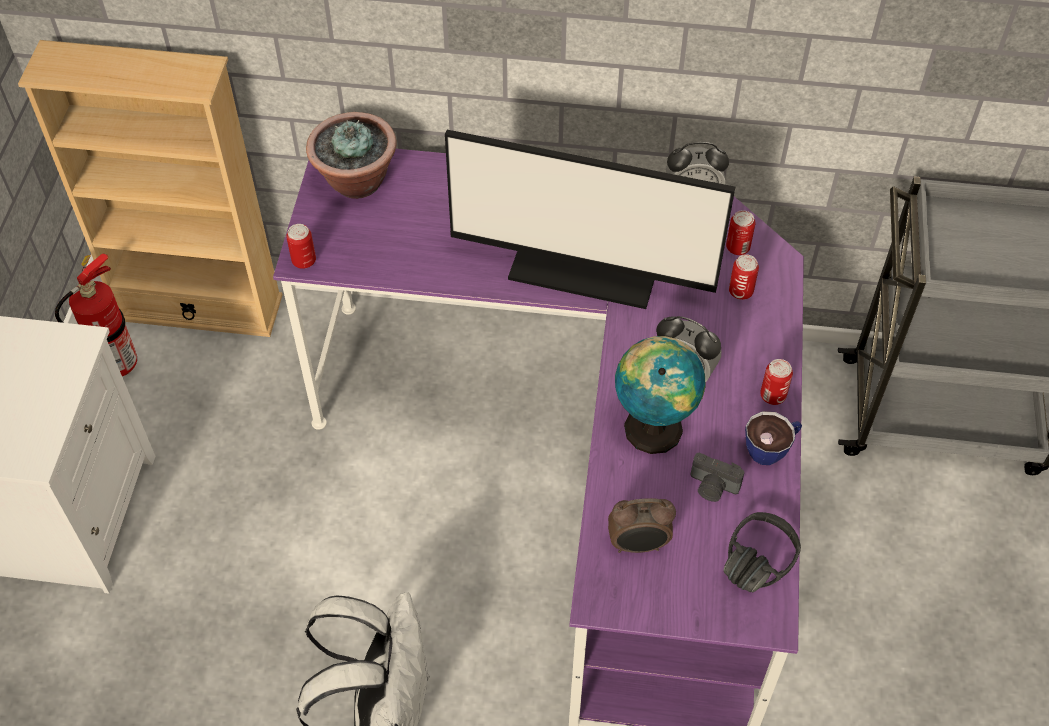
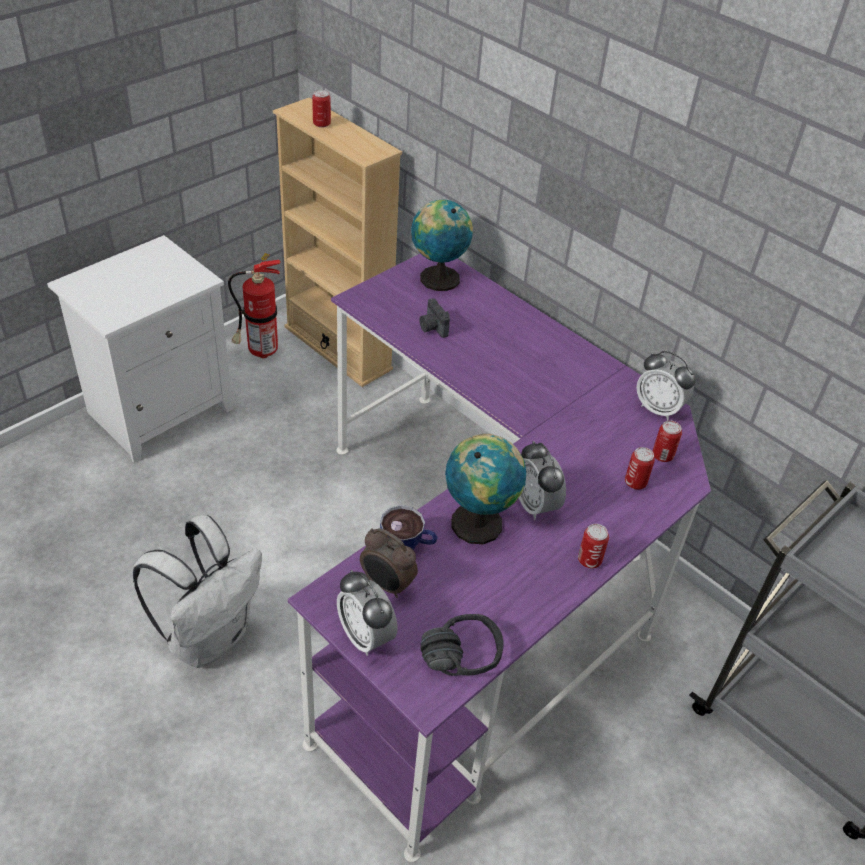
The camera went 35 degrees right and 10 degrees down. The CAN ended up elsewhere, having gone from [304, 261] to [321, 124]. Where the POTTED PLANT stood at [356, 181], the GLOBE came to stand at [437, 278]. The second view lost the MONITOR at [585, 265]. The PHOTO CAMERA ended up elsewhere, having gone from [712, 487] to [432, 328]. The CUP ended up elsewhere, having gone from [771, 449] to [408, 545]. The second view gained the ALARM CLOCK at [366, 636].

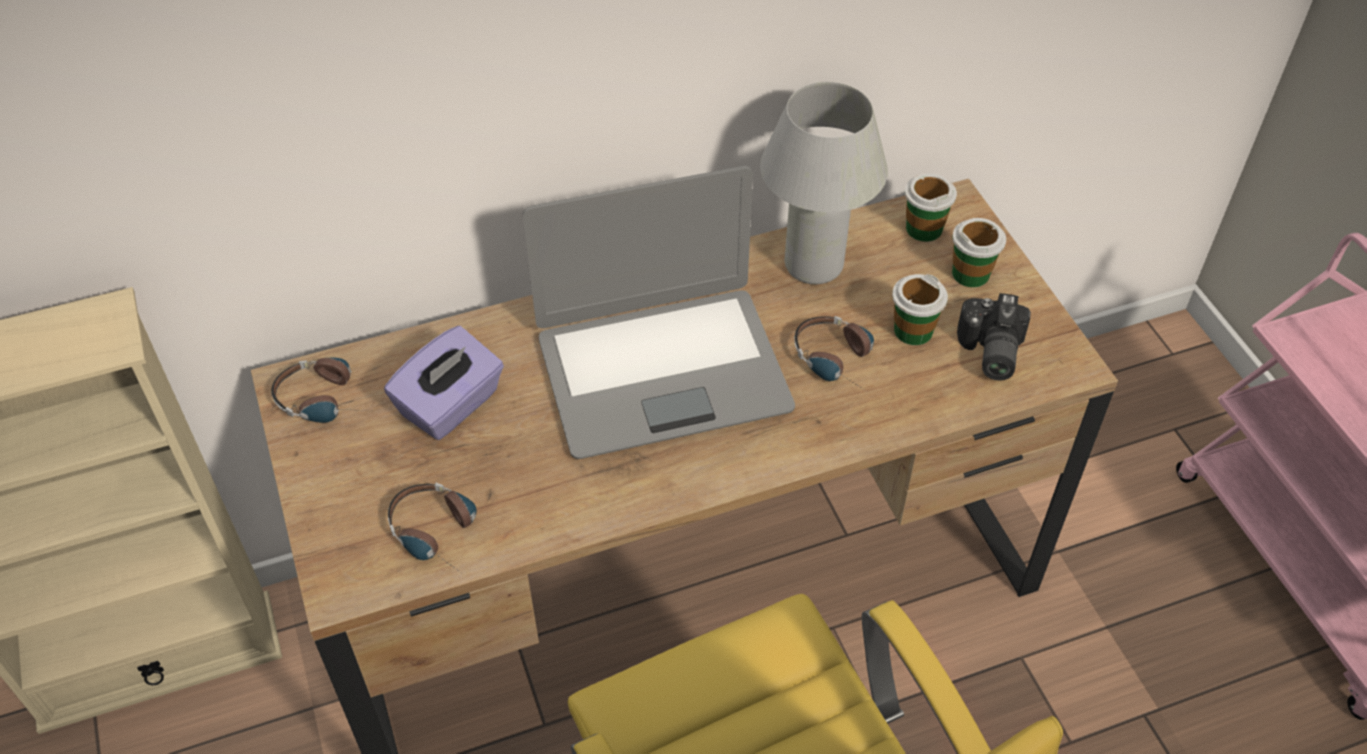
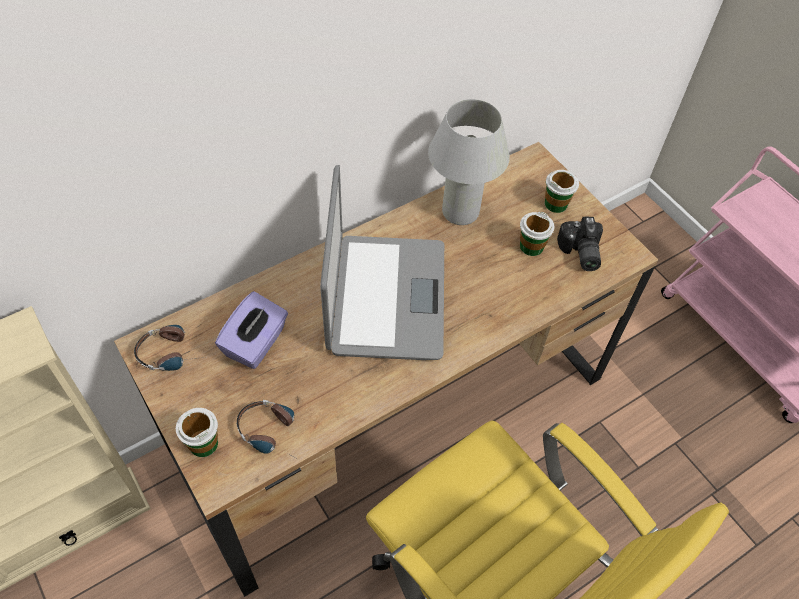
The camera went 15 degrees left and 5 degrees up. The LAPTOP at [662, 371] ended up facing another way, 60 degrees counterclockwise from before. The second view lost the HEADPHONES at [840, 361]. The CUP ended up elsewhere, having gone from [924, 228] to [203, 443].

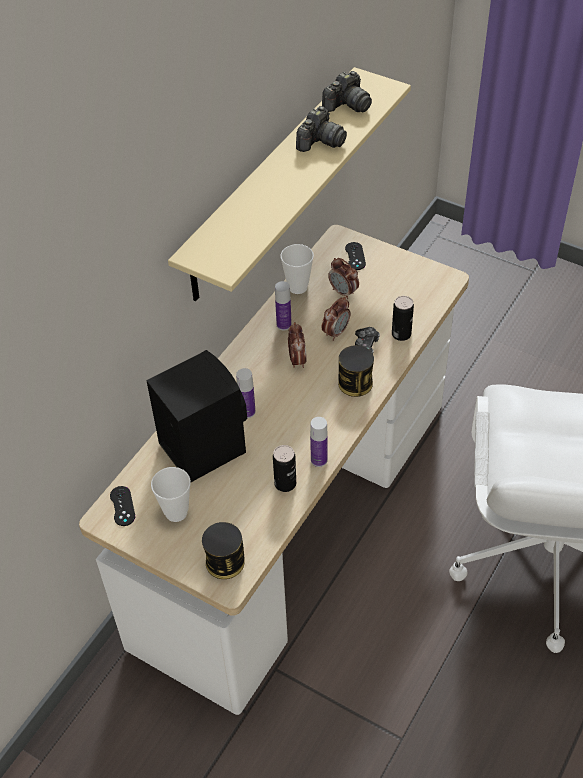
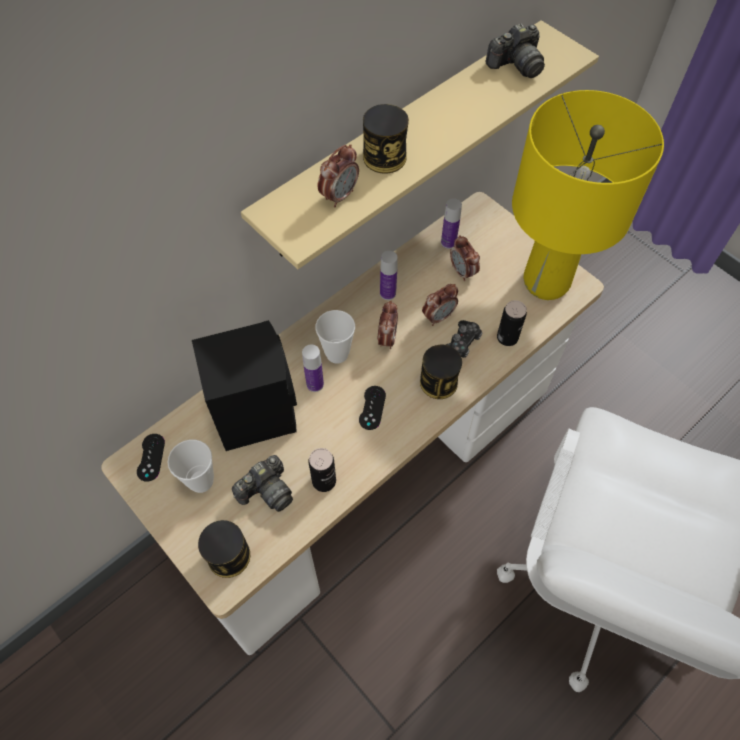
The camera went 15 degrees right and 10 degrees up. The CUP ended up elsewhere, having gone from [297, 287] to [337, 354]. The PHOTO CAMERA ended up elsewhere, having gone from [320, 142] to [266, 491]. The BOTTLE ended up elsewhere, having gone from [319, 460] to [448, 242]. The BLACK GAME CONTROLLER ended up elsewhere, having gone from [355, 256] to [372, 407]. The second view gained the ALARM CLOCK at [339, 196]. The second view gained the CAN at [384, 157]. The second view gained the YELLOW TABLE LAMP at [546, 281].

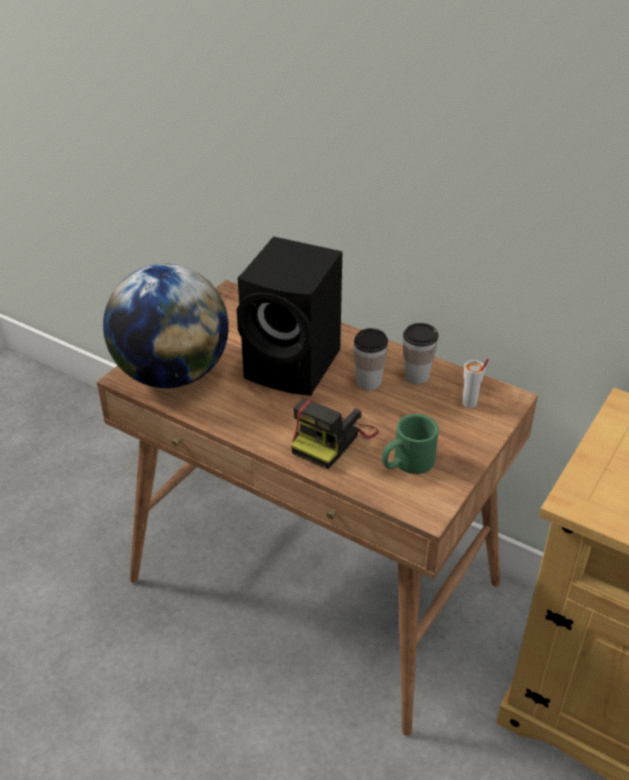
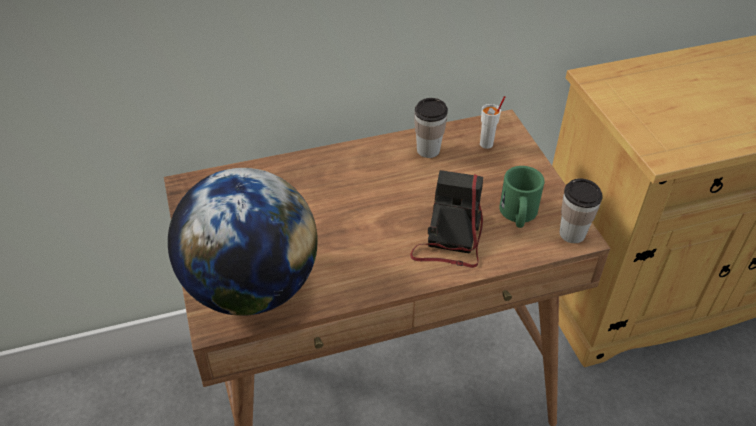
The camera went 50 degrees left and 5 degrees up. The second view lost the BLACK SPEAKER at [295, 366]. The PHOTO CAMERA at [332, 439] ended up facing another way, 150 degrees counterclockwise from before. The CUP ended up elsewhere, having gone from [369, 382] to [572, 233].

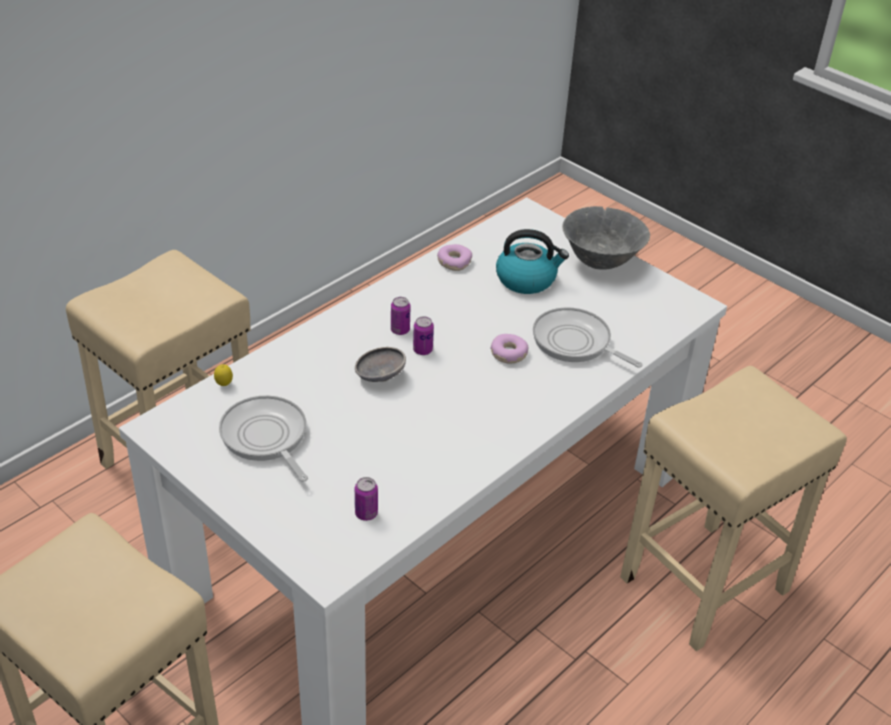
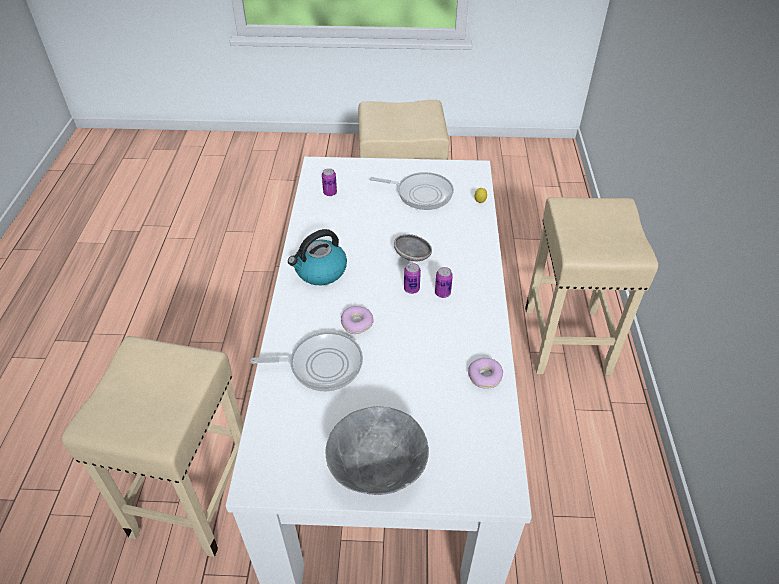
The camera went 140 degrees right and 5 degrees up. The KETTLE ended up elsewhere, having gone from [527, 279] to [320, 271].

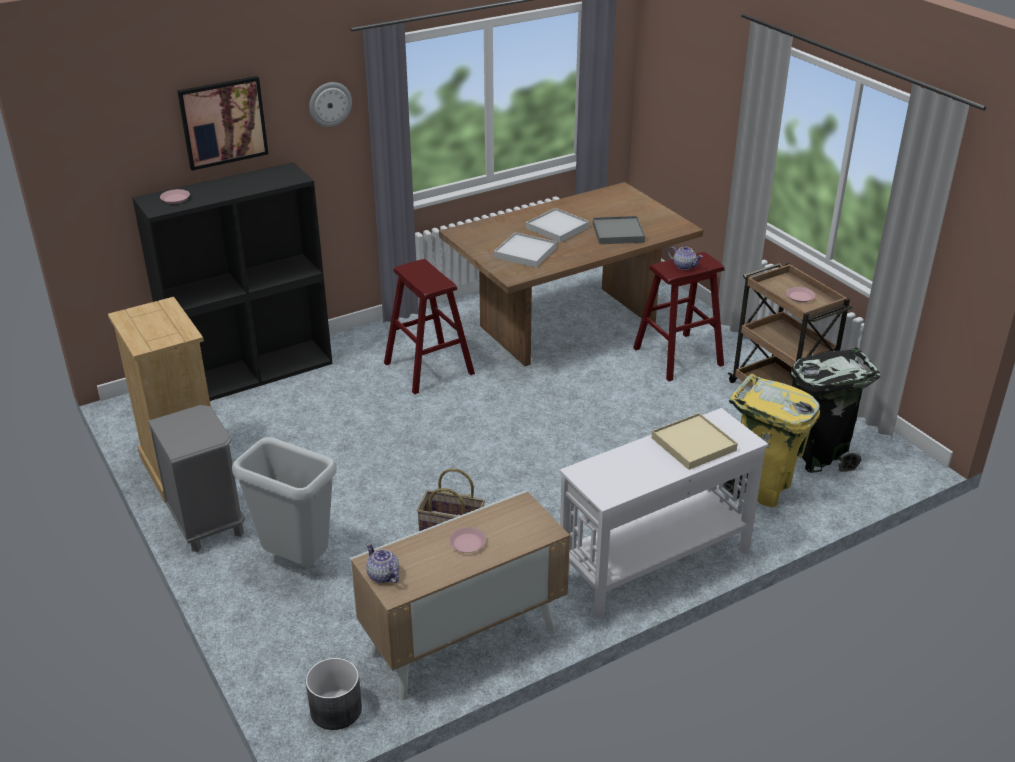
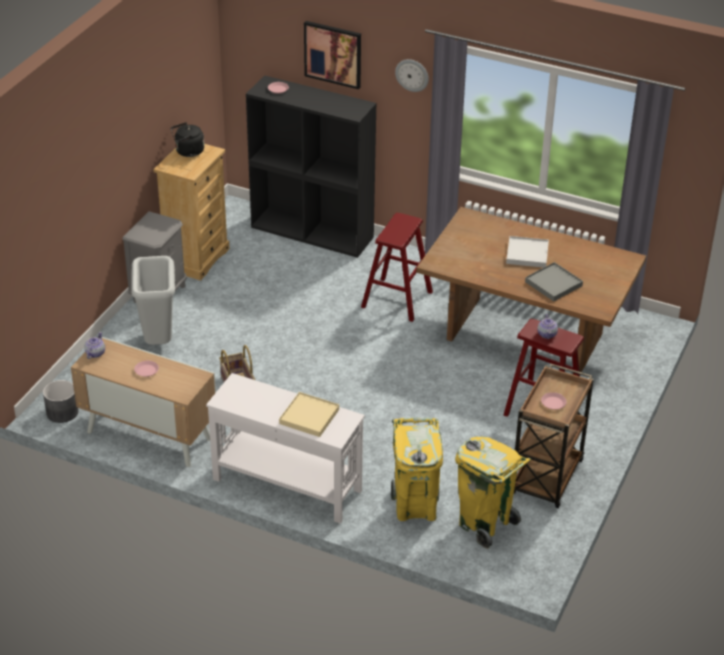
The camera went 55 degrees right and 5 degrees up. The second view lost the WHITE TRAY at [525, 252]. What was the BLACK TRASH CAN at [819, 456] turned into the YELLOW TRASH CAN at [485, 524]. The second view gained the BLACK KETTLE at [188, 152].

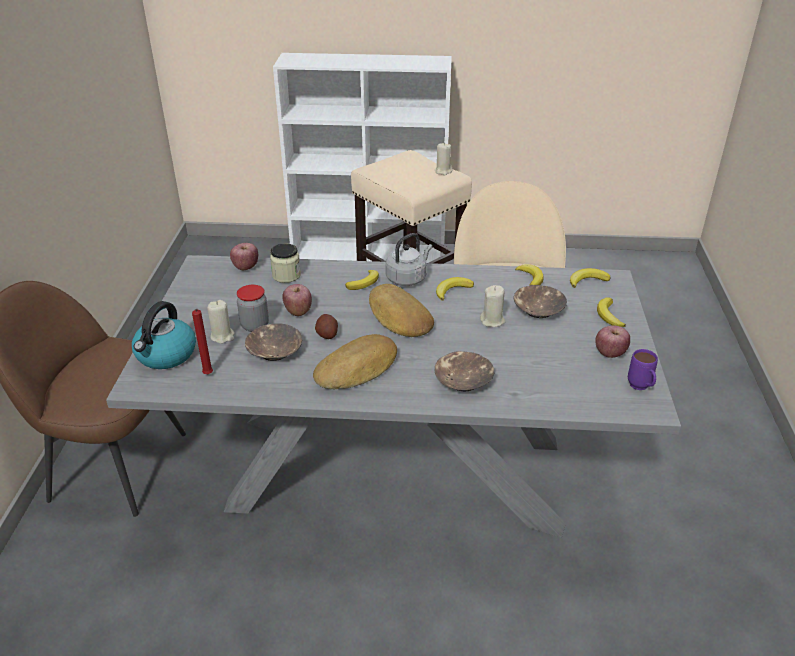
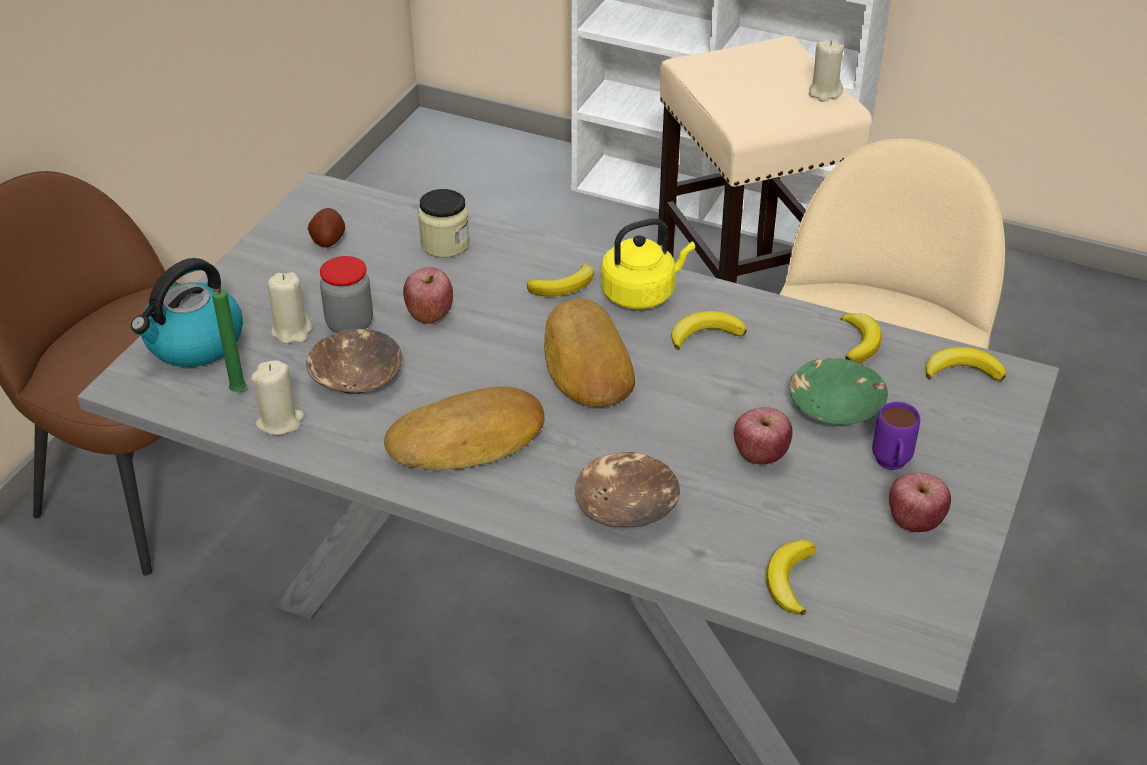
The camera went 20 degrees right and 5 degrees up. What was the RED CANDLE at [208, 375] turned into the GREEN CANDLE at [237, 393]. The APPLE ended up elsewhere, having gone from [246, 267] to [760, 455]. The POTATO ended up elsewhere, having gone from [327, 334] to [328, 240]. What was the GREY KETTLE at [407, 278] turned into the YELLOW KETTLE at [641, 293]. The BEIGE CANDLE ended up elsewhere, having gone from [492, 321] to [280, 421]. What was the BROWN BOWL at [538, 309] turned into the GREEN BOWL at [835, 406]. The BANANA ended up elsewhere, having gone from [608, 315] to [789, 580]. The PURPLE MUG ended up elsewhere, having gone from [641, 388] to [891, 466].

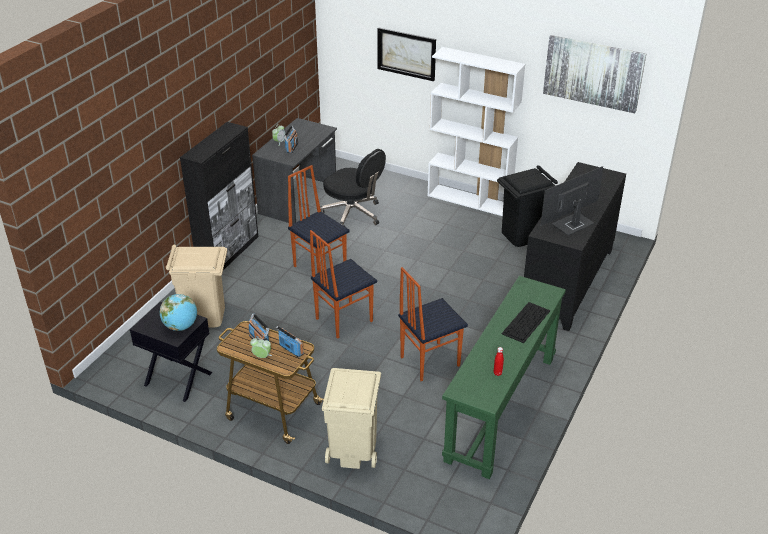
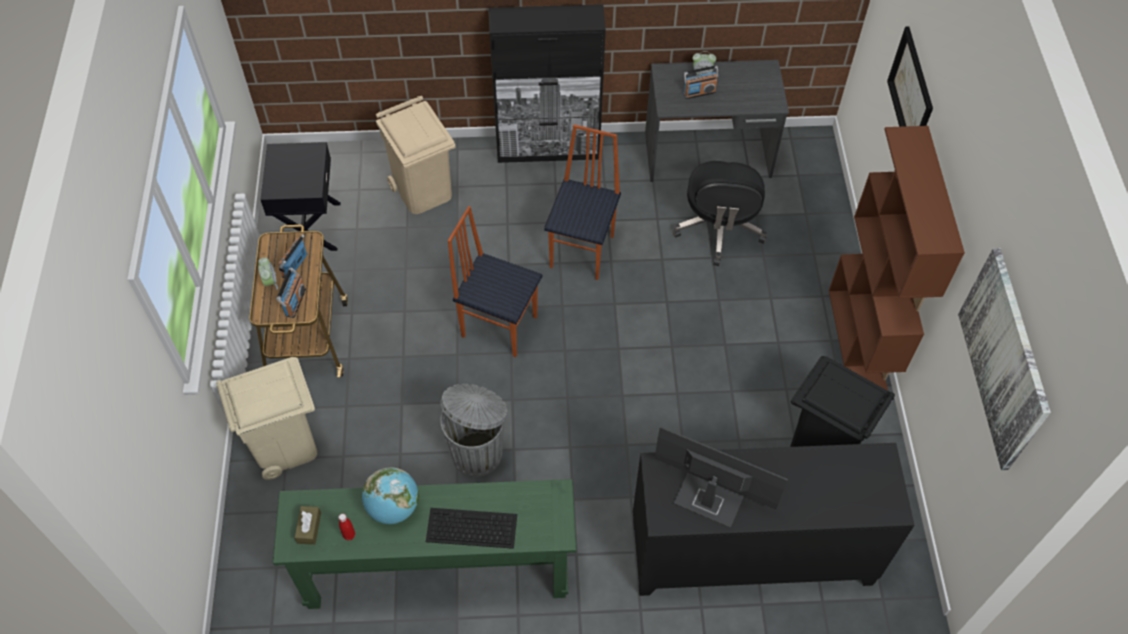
The camera went 60 degrees right and 20 degrees up. The GLOBE ended up elsewhere, having gone from [181, 326] to [393, 507]. Where the CHAIR stood at [429, 361], the GREY TRASH CAN came to stand at [478, 452]. What was the WHITE BOOKCASE at [469, 200] turned into the BROWN BOOKCASE at [859, 345]. The second view gained the BROWN TISSUE BOX at [309, 528].

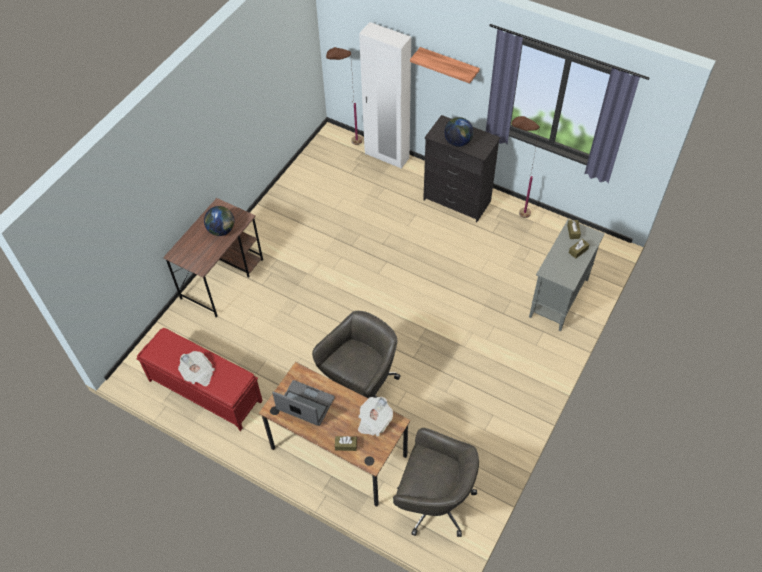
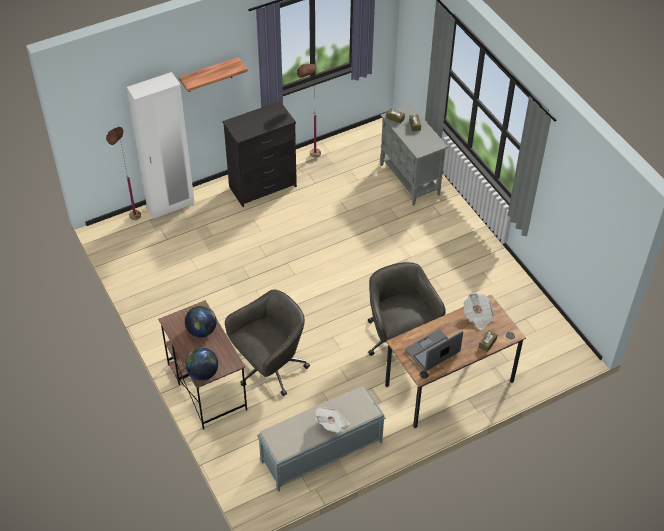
The camera went 60 degrees left and 5 degrees down. What was the RED BENCH at [204, 390] turned into the GREY BENCH at [320, 452]. The GREY OFFICE CHAIR ended up elsewhere, having gone from [433, 501] to [269, 368]. The GLOBE ended up elsewhere, having gone from [458, 142] to [202, 373].

